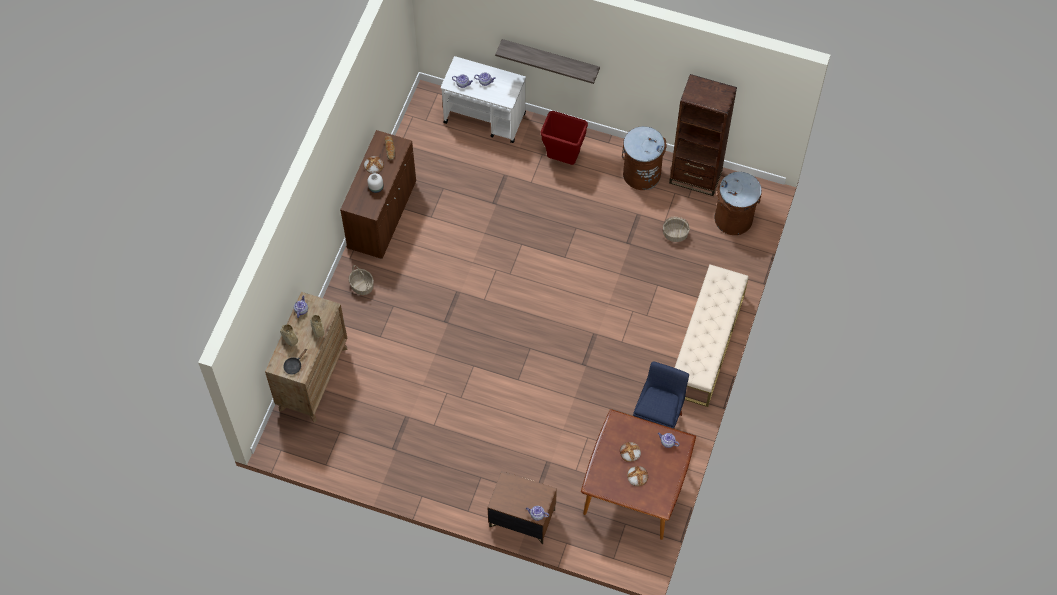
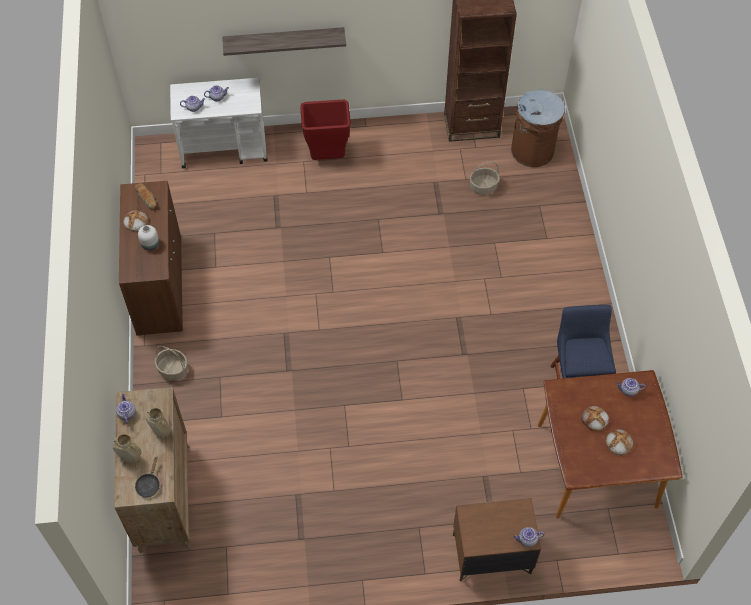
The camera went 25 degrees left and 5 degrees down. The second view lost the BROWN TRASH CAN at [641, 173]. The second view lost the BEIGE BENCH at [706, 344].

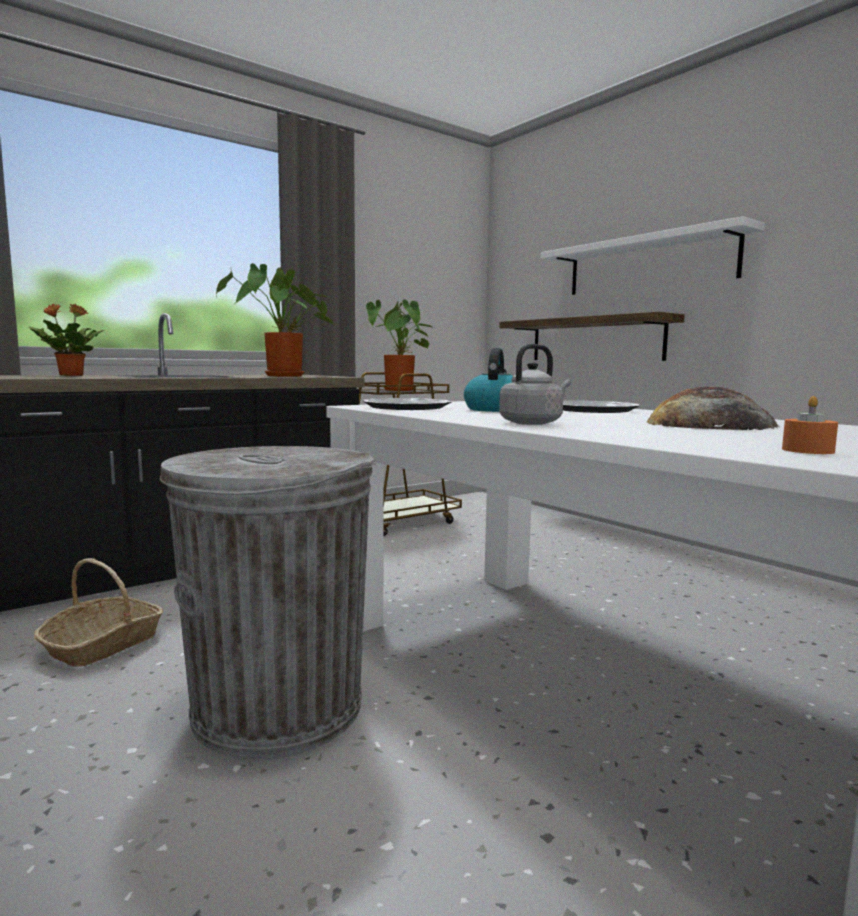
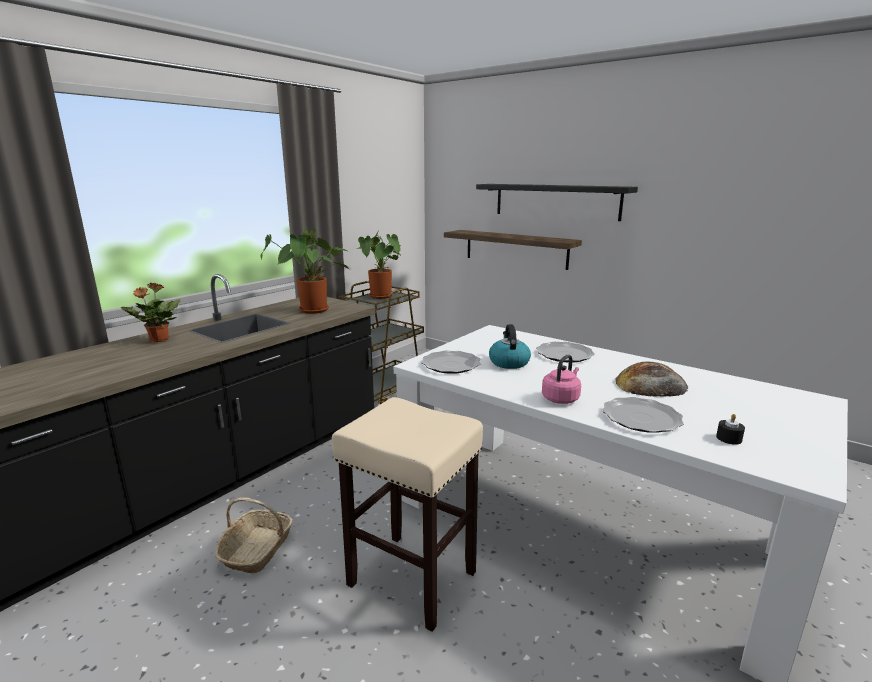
The camera went 15 degrees left and 10 degrees up. Where the GREY TRASH CAN stood at [277, 707], the BEIGE STOOL came to stand at [410, 578]. What was the GREY KETTLE at [533, 423] turned into the PINK KETTLE at [561, 398]. What was the WHITE SHELF at [648, 264] turned into the BLACK SHELF at [556, 201]. What was the ORANGE CANDLE at [807, 450] turned into the BLACK CANDLE at [729, 438]. The second view gained the PLATE at [641, 418].

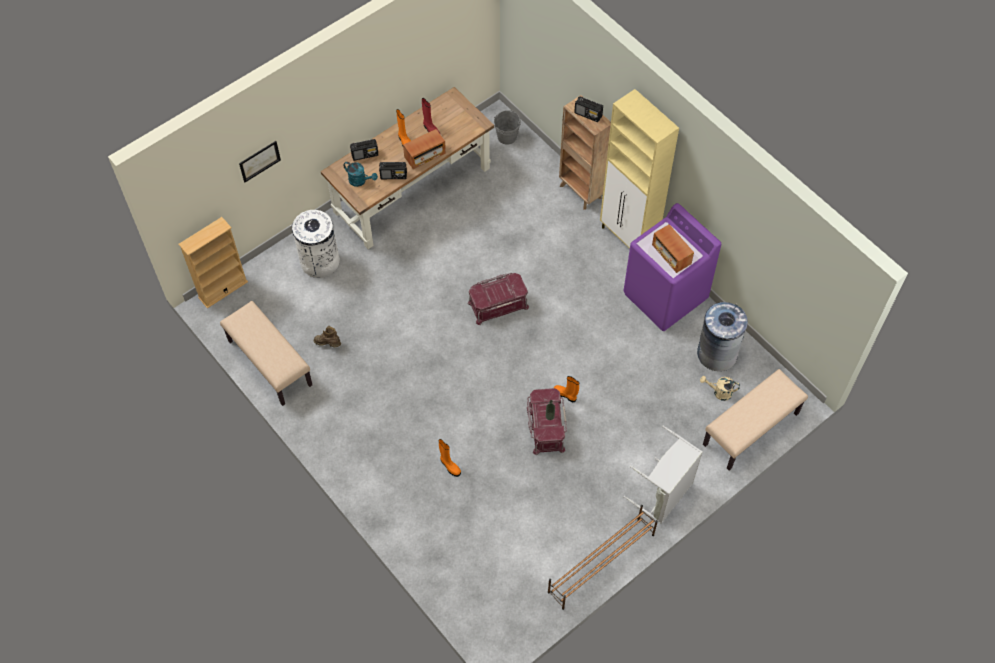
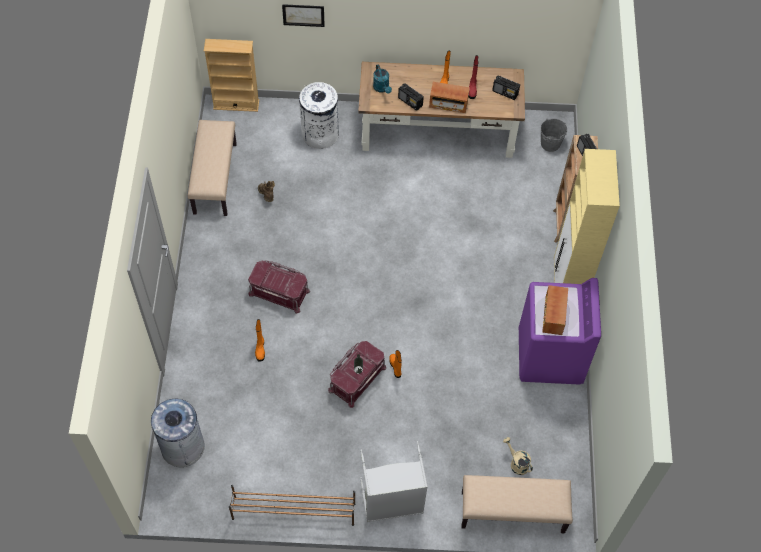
The camera went 40 degrees right and 0 degrees up. The RADIO ended up elsewhere, having gone from [365, 154] to [505, 93]. The RED STORAGE BOX ended up elsewhere, having gone from [498, 304] to [279, 292]. The GREY TRASH CAN ended up elsewhere, having gone from [717, 353] to [182, 446].

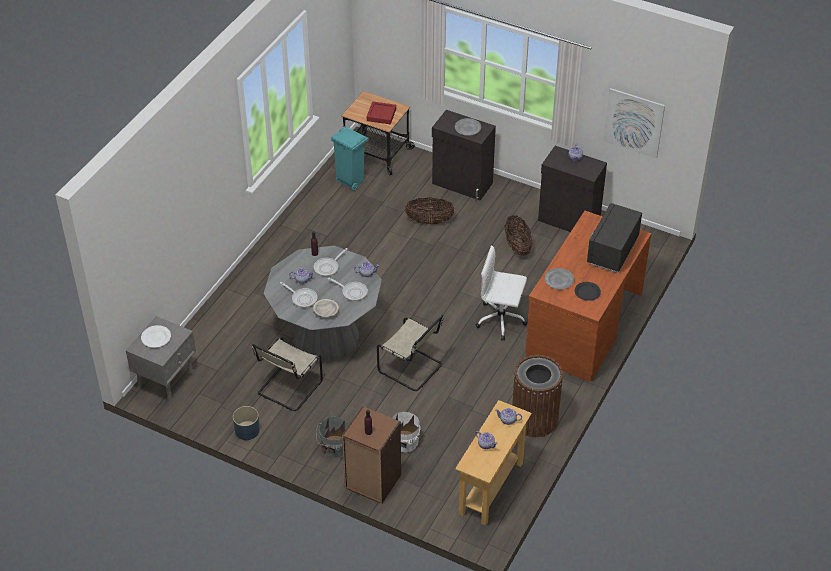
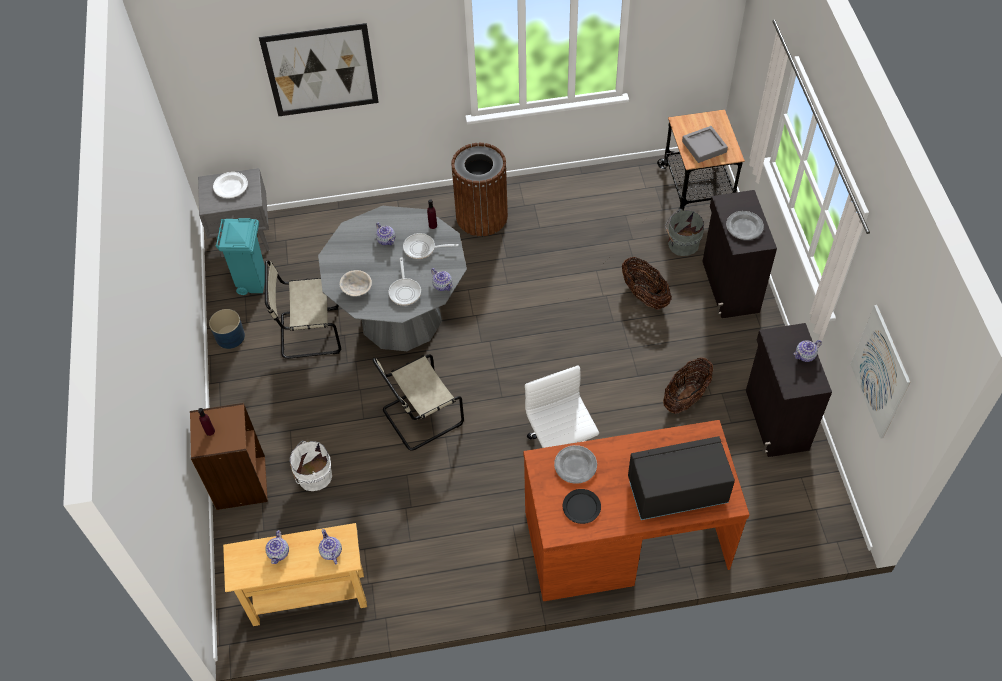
The camera went 55 degrees right and 10 degrees up. The second view lost the FRYING PAN at [302, 298]. The GREY BUCKET ended up elsewhere, having gone from [334, 447] to [681, 244]. The TURQUOISE TRASH CAN ended up elsewhere, having gone from [350, 182] to [253, 282]. What was the RED TRAY at [381, 115] turned into the GREY TRAY at [704, 147]. The BEIGE CHAIR at [412, 369] ended up facing another way, 60 degrees clockwise from before. The BROWN TRASH CAN ended up elsewhere, having gone from [534, 419] to [482, 216]. The second view gained the PICTURE at [321, 70].

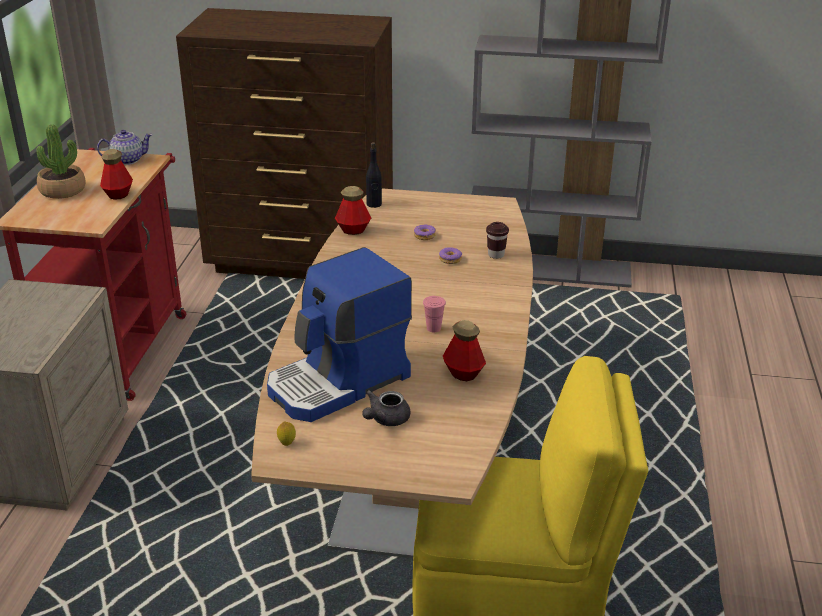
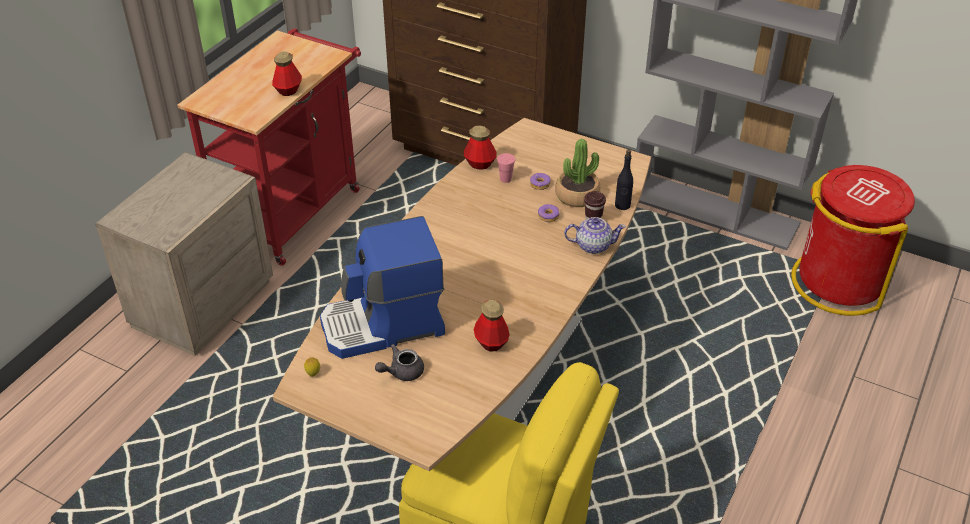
The camera went 20 degrees right and 10 degrees up. The POTTED PLANT ended up elsewhere, having gone from [62, 190] to [577, 195]. The TEAPOT ended up elsewhere, having gone from [127, 160] to [592, 245]. The BLACK BOTTLE ended up elsewhere, having gone from [374, 204] to [622, 205]. The PINK CUP ended up elsewhere, having gone from [433, 328] to [505, 179]. The second view gained the RED TRASH CAN at [838, 282].

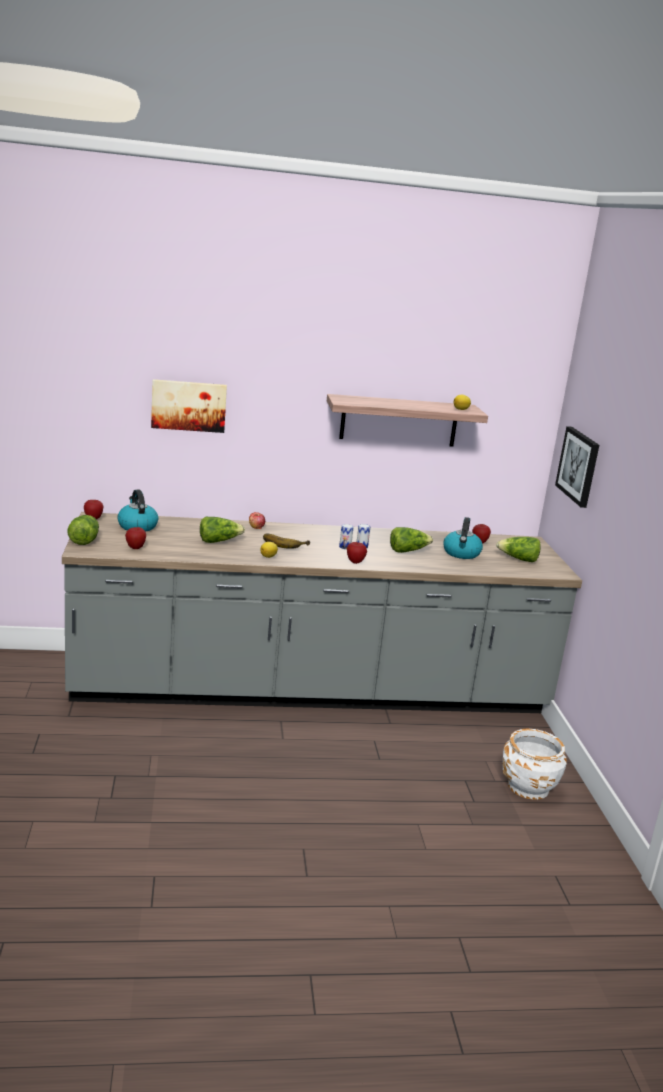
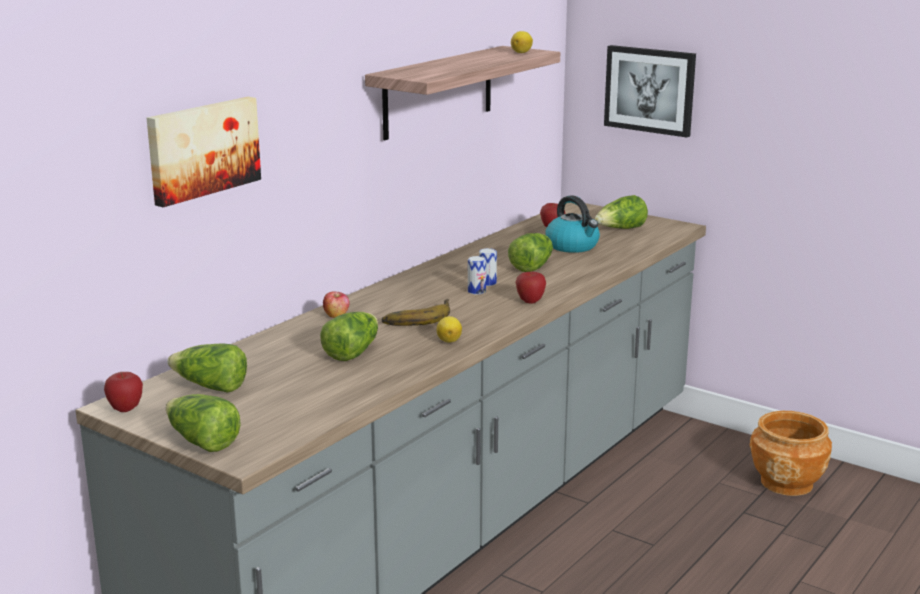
The camera went 45 degrees left and 0 degrees up. Where the KETTLE stood at [137, 526], the LETTUCE came to stand at [210, 387]. The second view lost the APPLE at [135, 548]. What was the WHITE PLANTER at [528, 786] turned into the BROWN PLANTER at [786, 482].

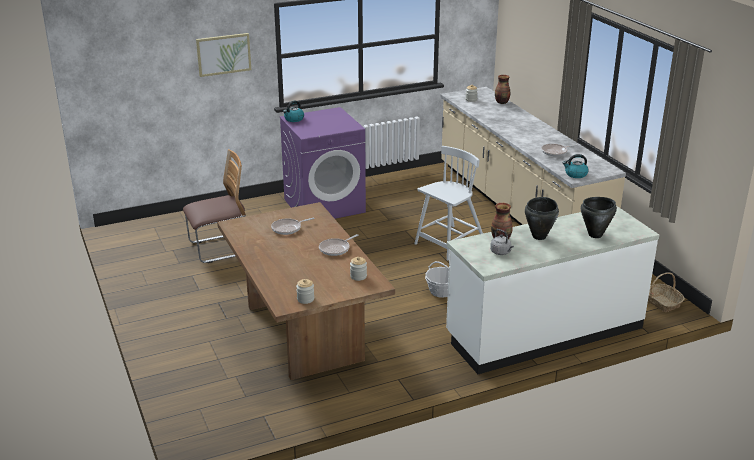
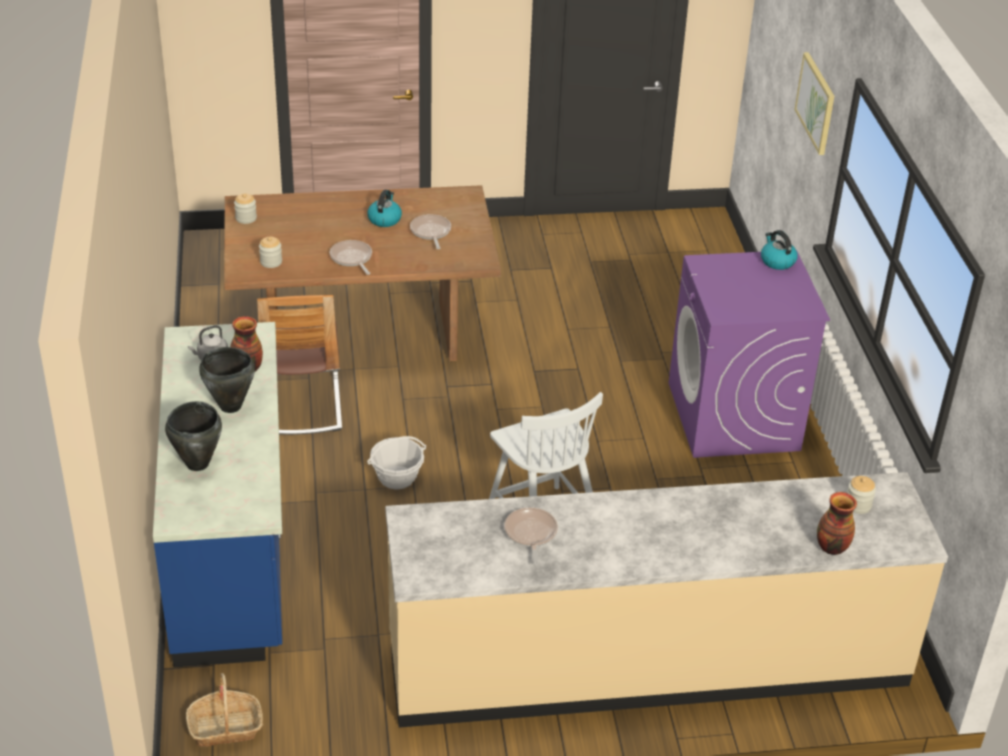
The camera went 105 degrees right and 10 degrees up. The CHAIR ended up elsewhere, having gone from [220, 249] to [301, 405]. What was the WHITE COUNTER at [544, 332] turned into the BLUE COUNTER at [232, 550]. The KETTLE ended up elsewhere, having gone from [575, 174] to [384, 219].

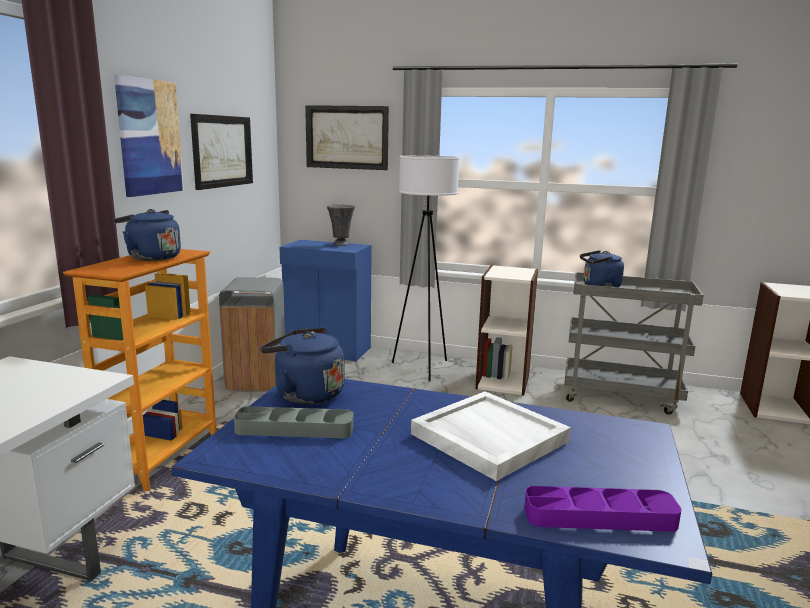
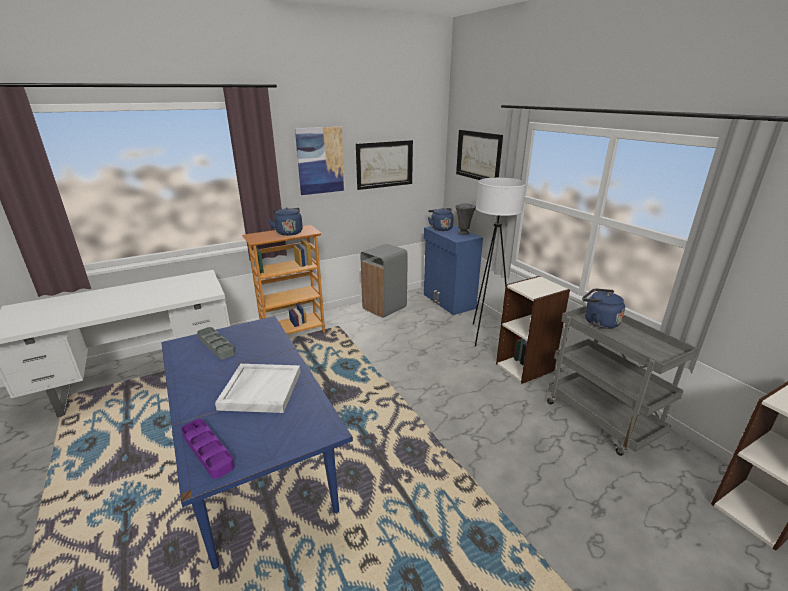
The camera went 45 degrees right and 10 degrees up. The BLUE KETTLE ended up elsewhere, having gone from [305, 394] to [440, 228].

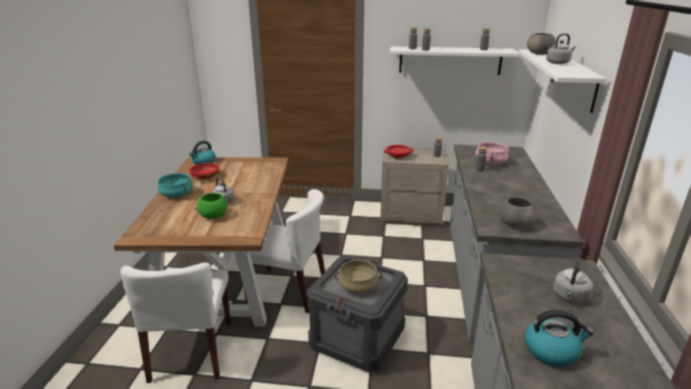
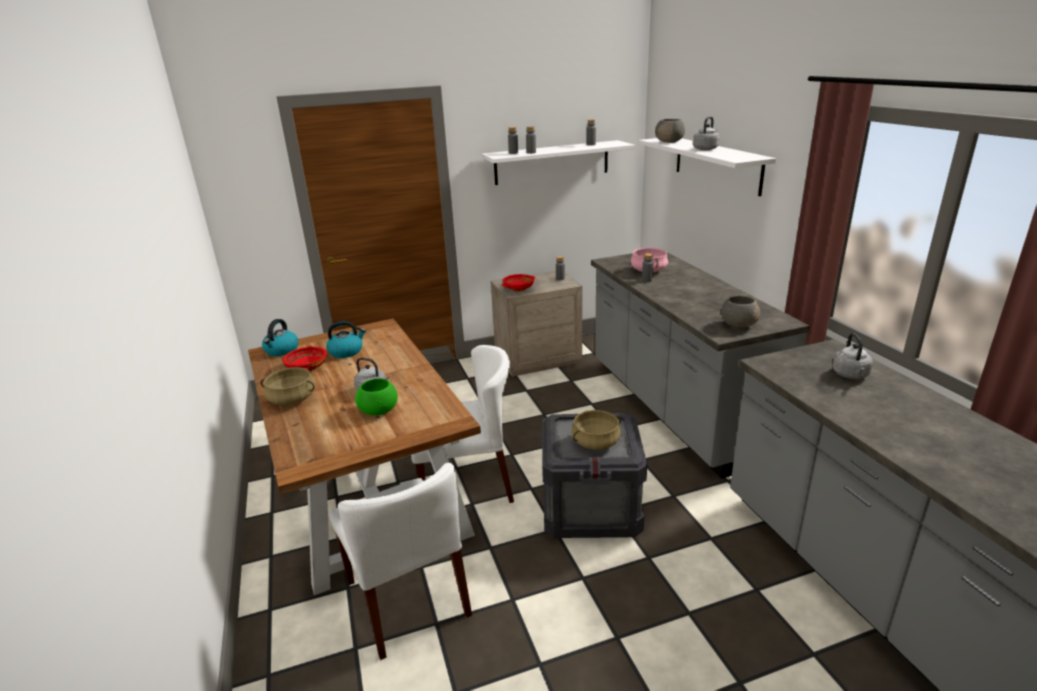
The camera went 25 degrees left and 0 degrees up. What was the TURQUOISE COOKING POT at [176, 194] turned into the BEIGE COOKING POT at [292, 399]. The KETTLE ended up elsewhere, having gone from [551, 351] to [346, 351].

